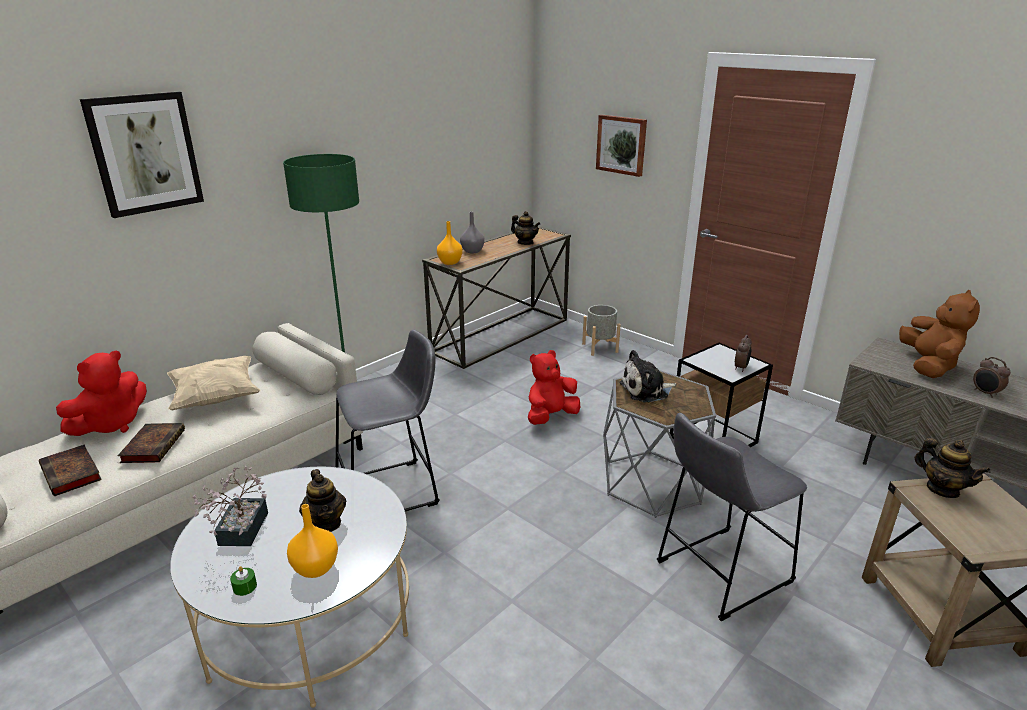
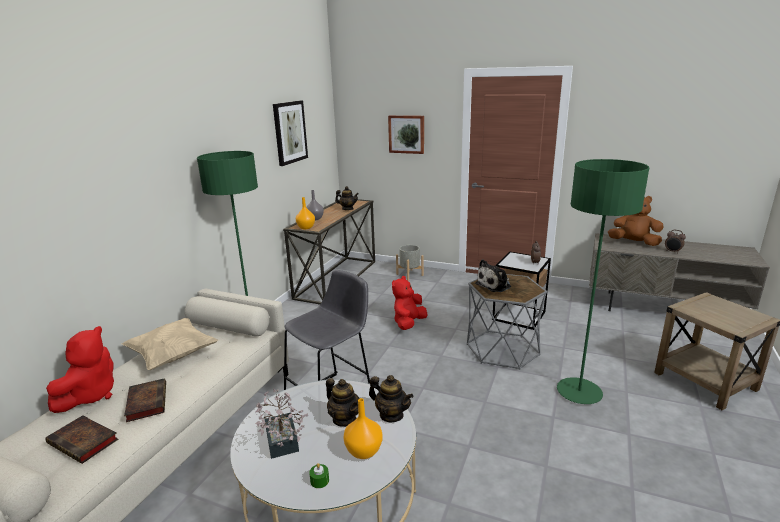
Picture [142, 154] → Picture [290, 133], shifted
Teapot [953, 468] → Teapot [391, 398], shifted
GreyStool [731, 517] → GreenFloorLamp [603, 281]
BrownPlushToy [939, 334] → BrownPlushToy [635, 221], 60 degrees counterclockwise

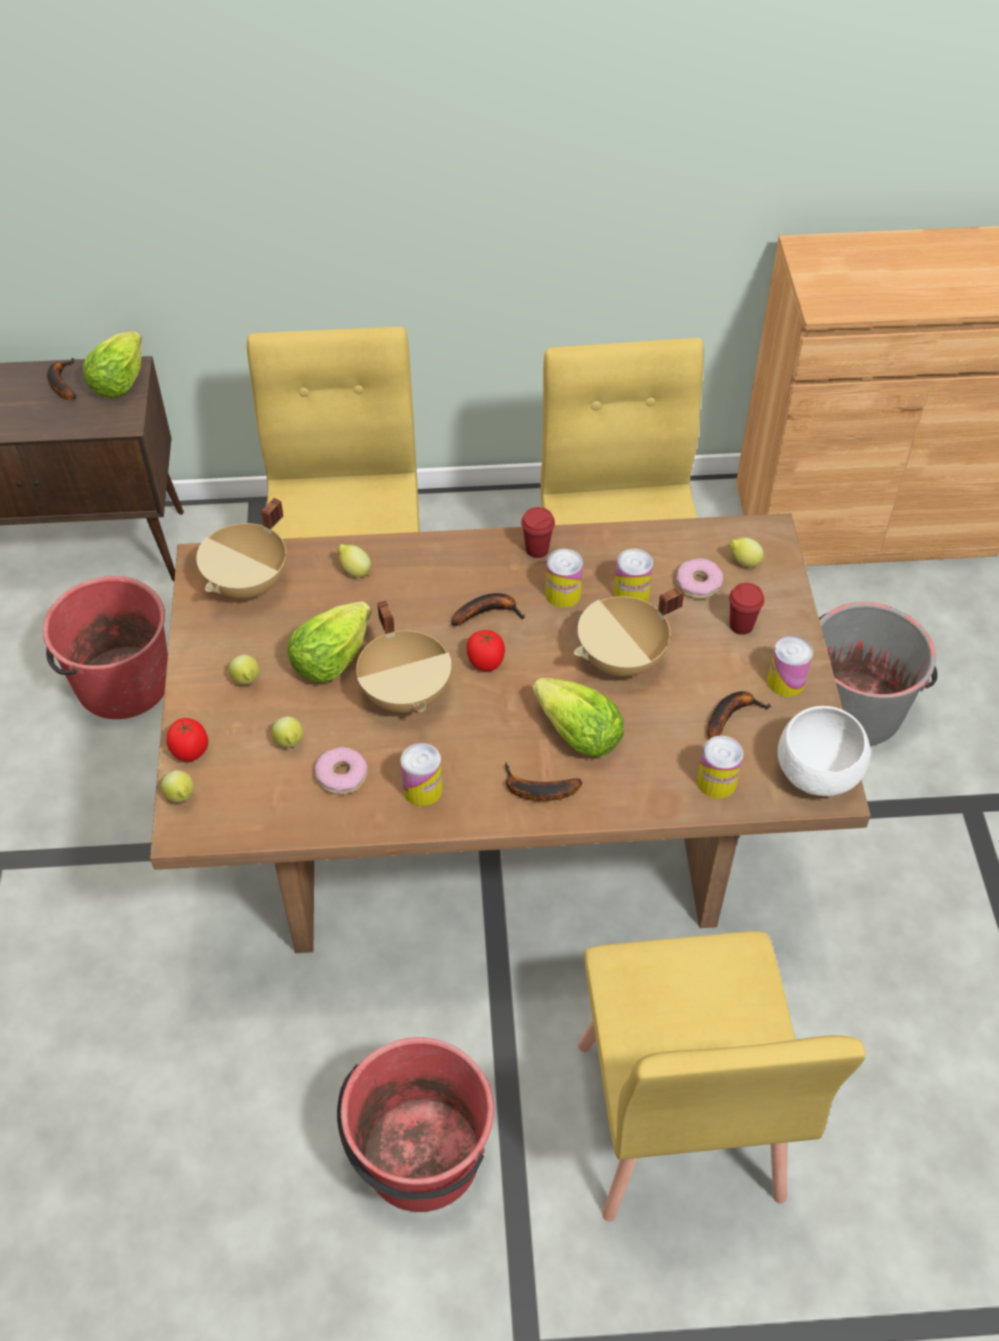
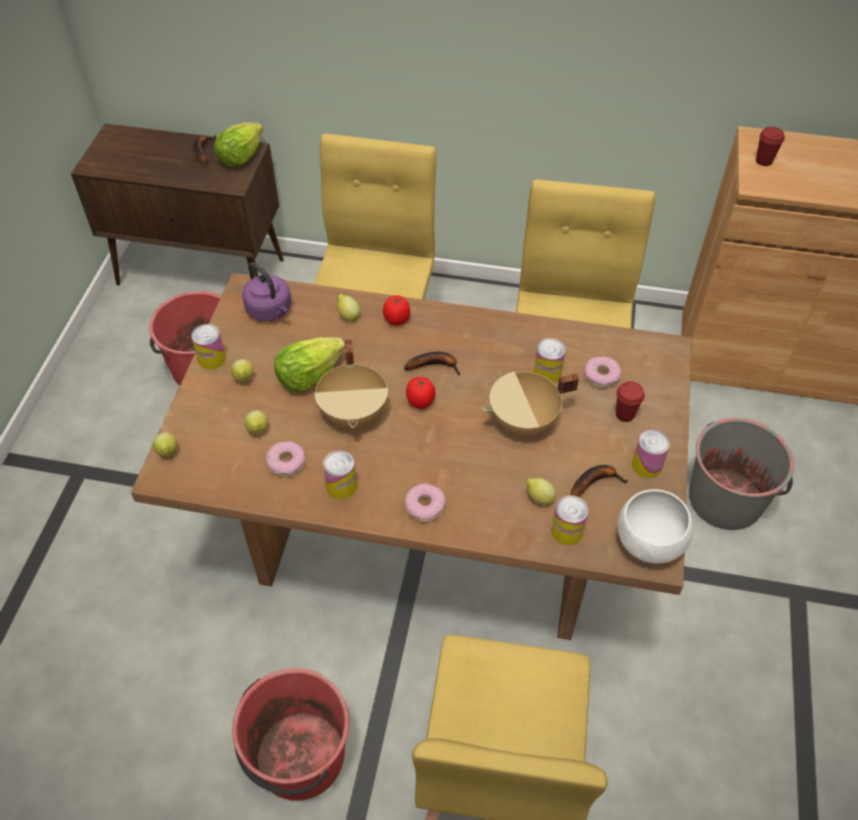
Can [564, 578] → Can [208, 347], shifted
BeigeCookingPot [241, 548] → PurpleKettle [266, 291]
Tomato [187, 740] → Tomato [396, 310], shifted
Banana [543, 781] → Donut [425, 502]
Lemon [746, 552] → Lemon [541, 491], shifted
RedCup [538, 532] → RedCup [770, 146], shifted
Lettuce [578, 717] → -

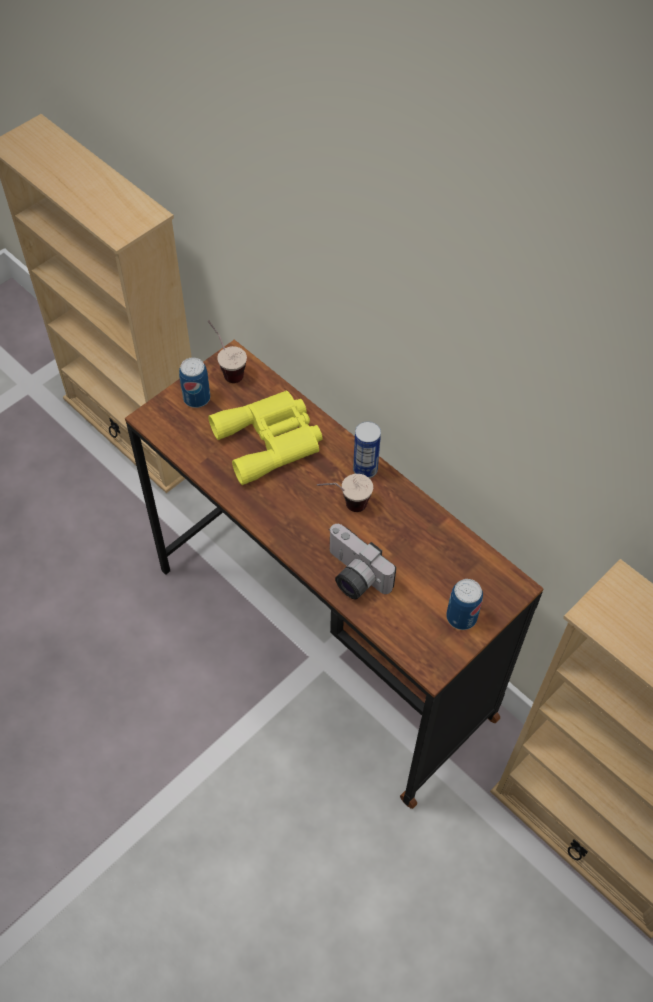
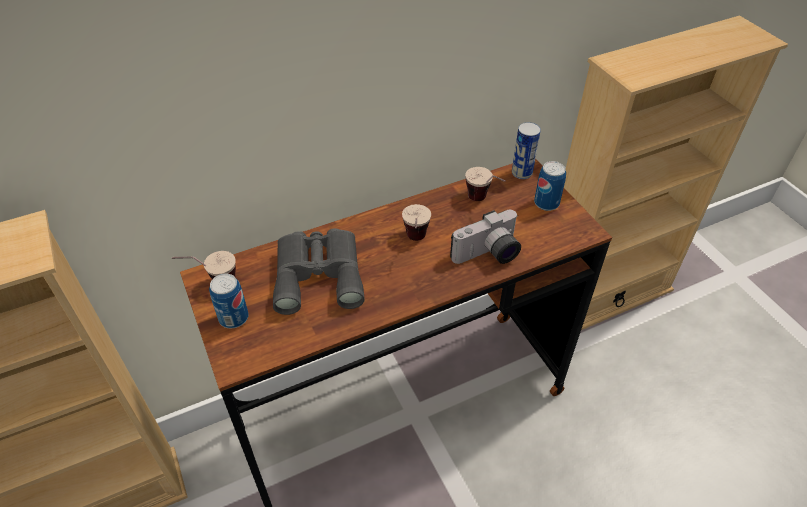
YellowBinoculars [265, 437] → GreyBinoculars [319, 271]
- → Cup [485, 184]
Can [367, 449] → Can [526, 150], shifted

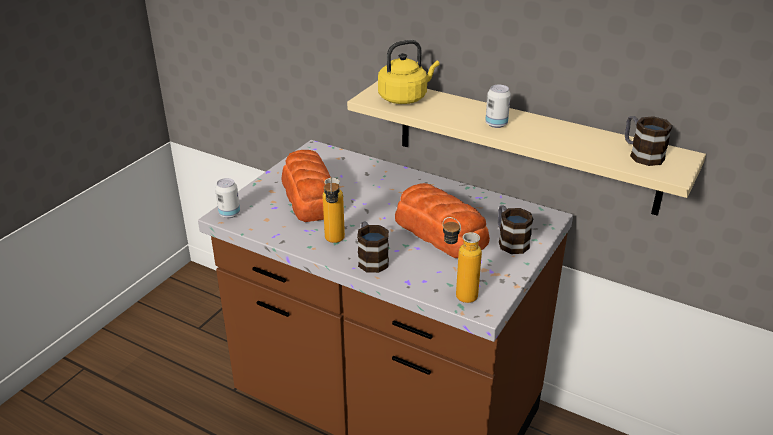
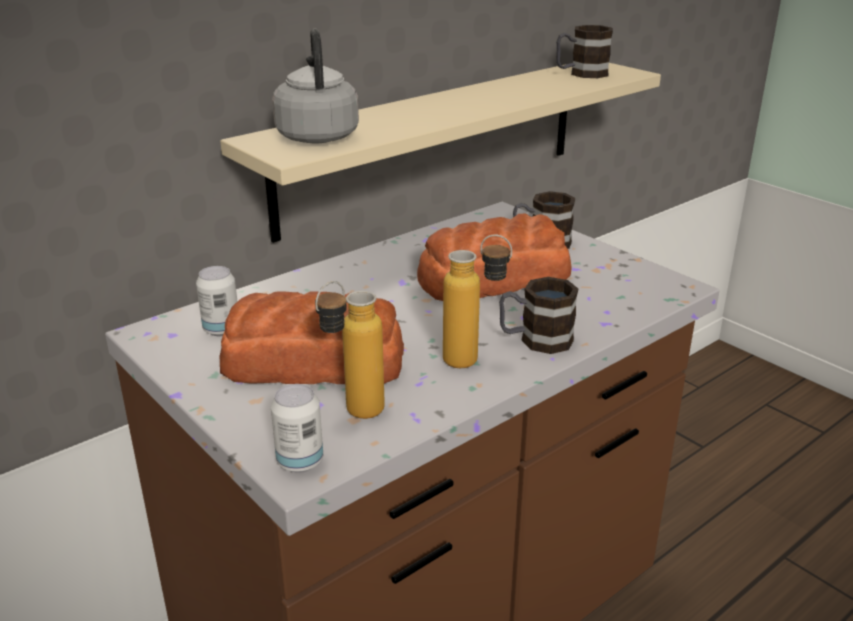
Can [498, 106] → Can [217, 301], shifted
YellowKettle [408, 72] → GreyKettle [315, 85]
Bottle [462, 260] → Bottle [350, 350], shifted

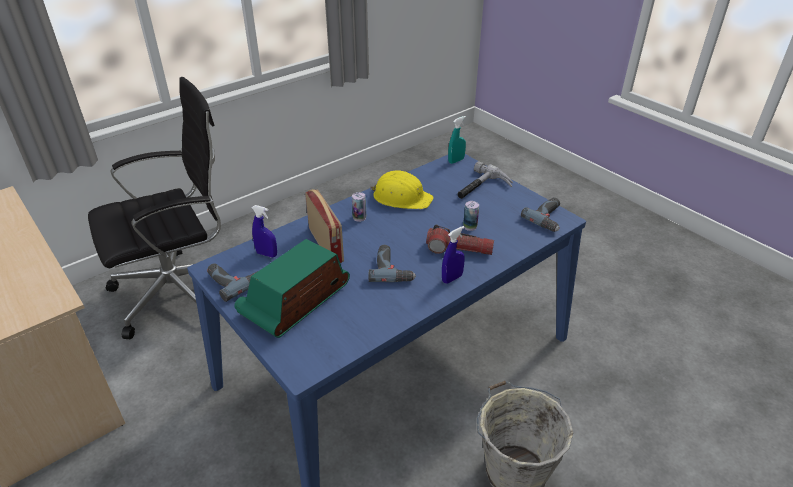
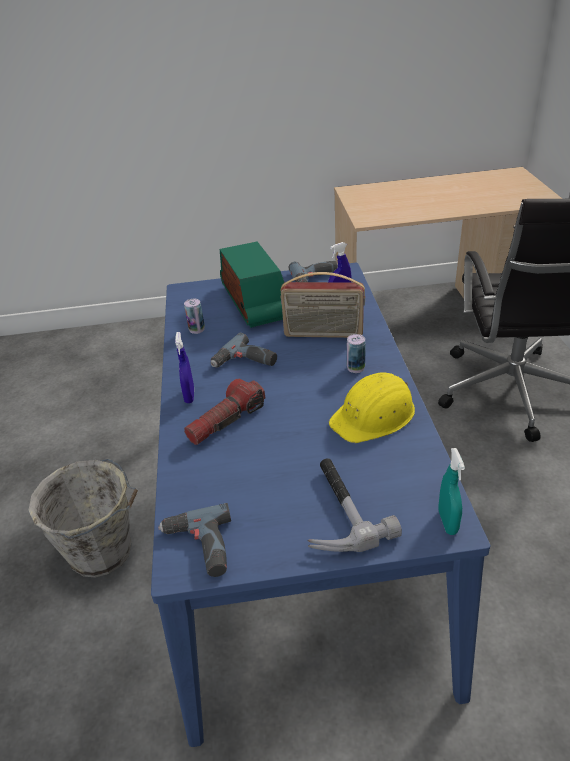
Can [471, 216] → Can [194, 316], shifted

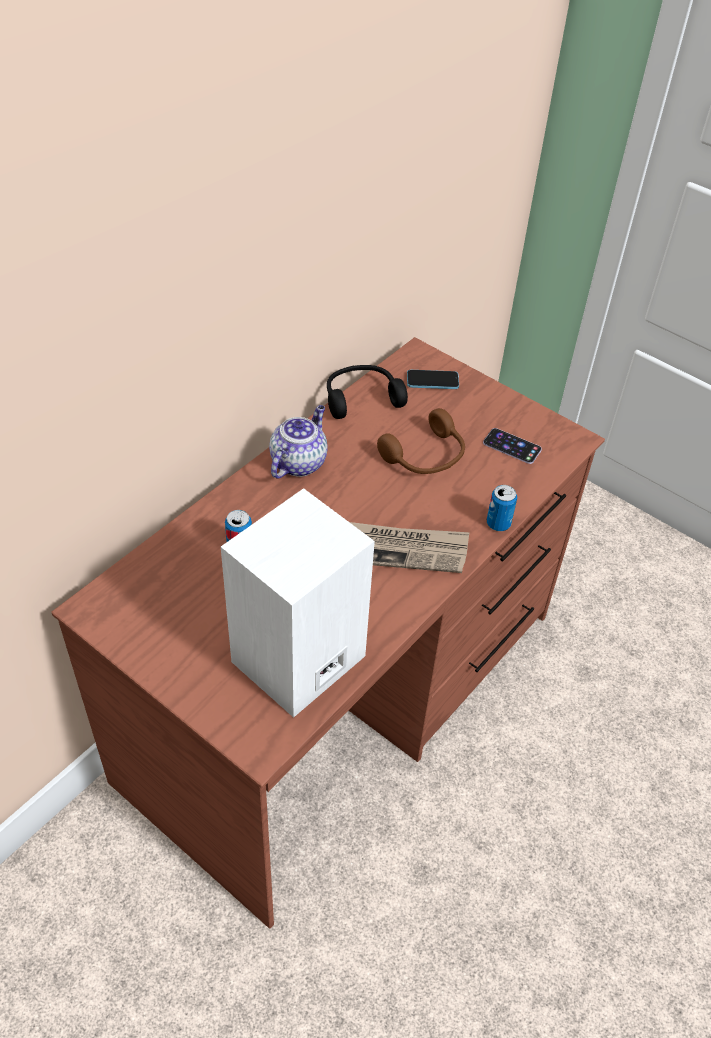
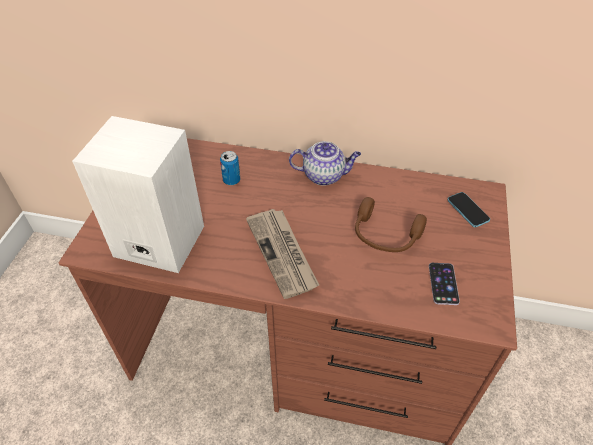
BlackHeadphones [367, 392] → -
Can [502, 508] → -

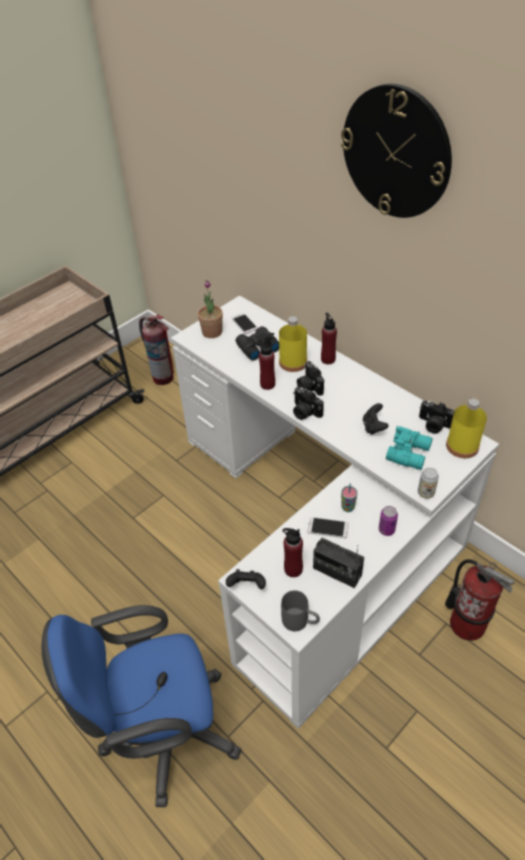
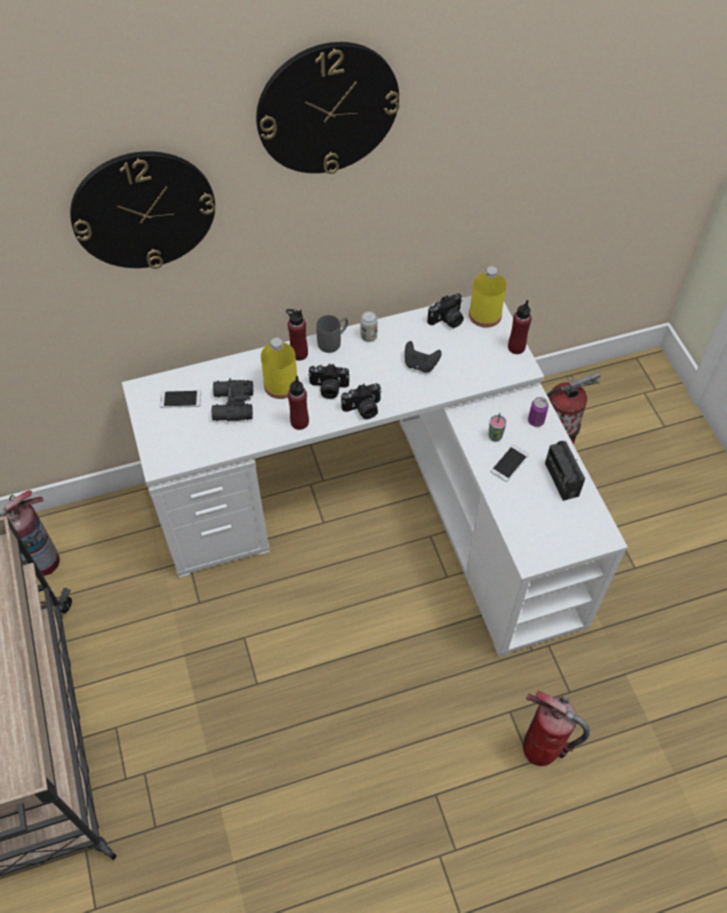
- → WallClock [142, 210]
GreyMug [300, 610] → GreyMug [332, 334], shifted
Can [428, 483] → Can [369, 326], shifted
RedBottle [293, 552] → RedBottle [520, 327], shifted
BlueOfficeChair [141, 706] → FireExtinguisher [556, 728]
Radio [338, 563] → Radio [565, 471], 105 degrees clockwise
PottedPlant [210, 309] → -
BlackGameController [246, 579] → -
TurquoiseBinoculars [409, 448] → -

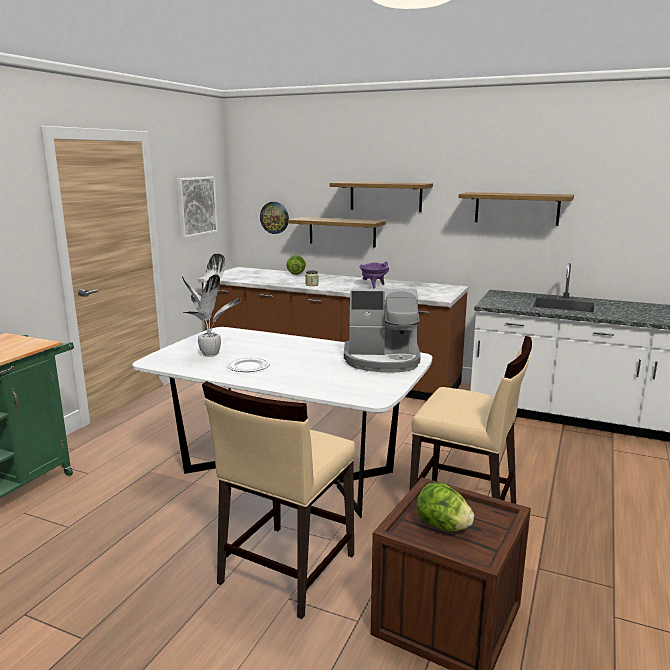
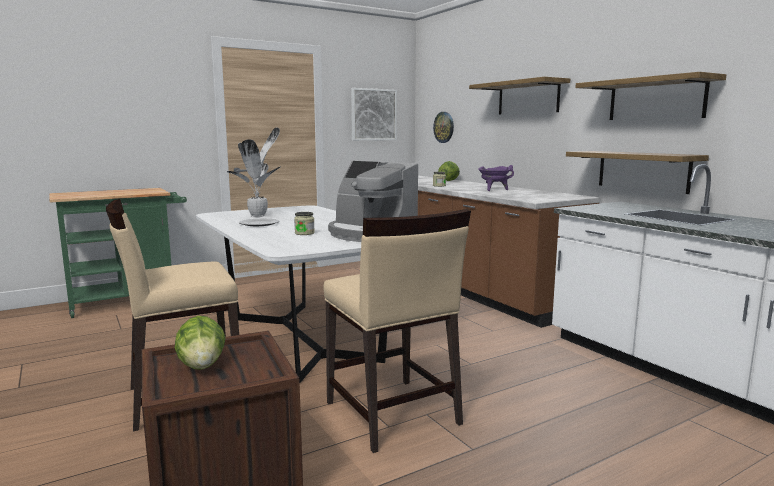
- → Jar [304, 223]
Shelf [337, 232] → Shelf [637, 172], shifted

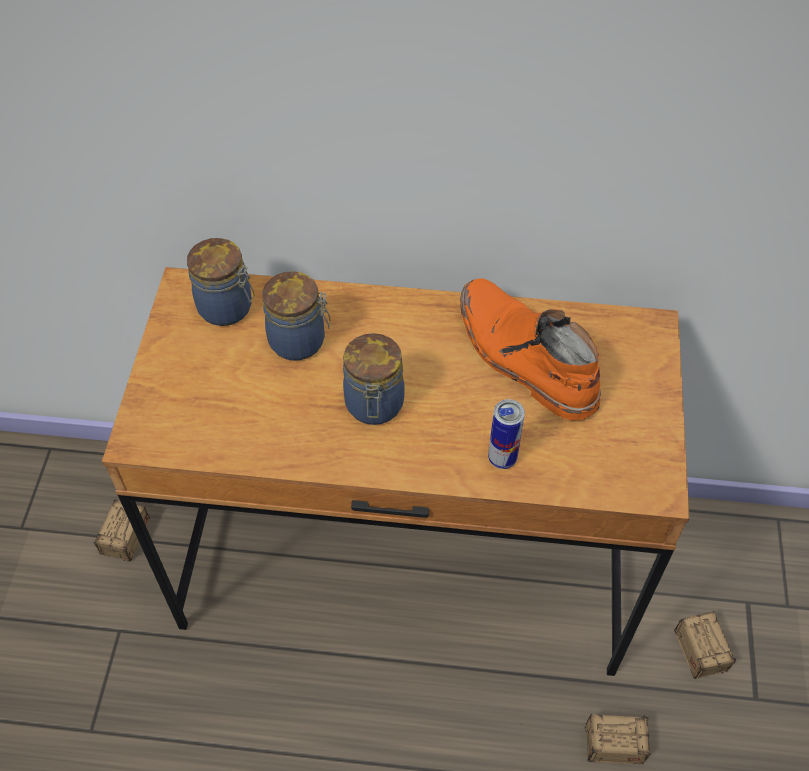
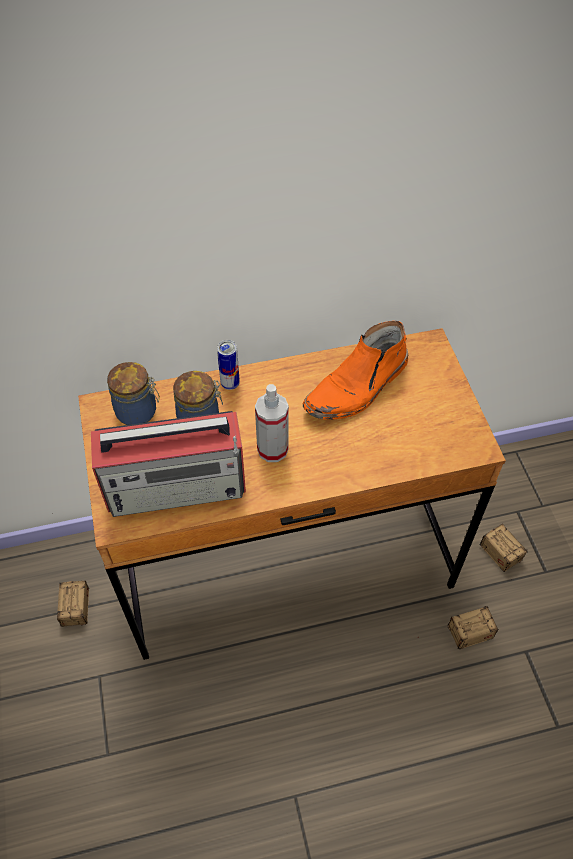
- → Radio [168, 464]
Can [506, 434] → Can [228, 365], shifted
Jar [374, 379] → SprayBottle [272, 423]
OrangeBoot [530, 349] → OrangeBoot [355, 370], 75 degrees counterclockwise

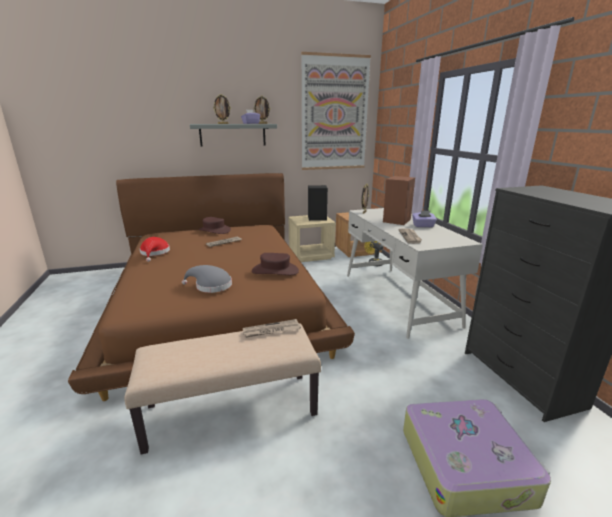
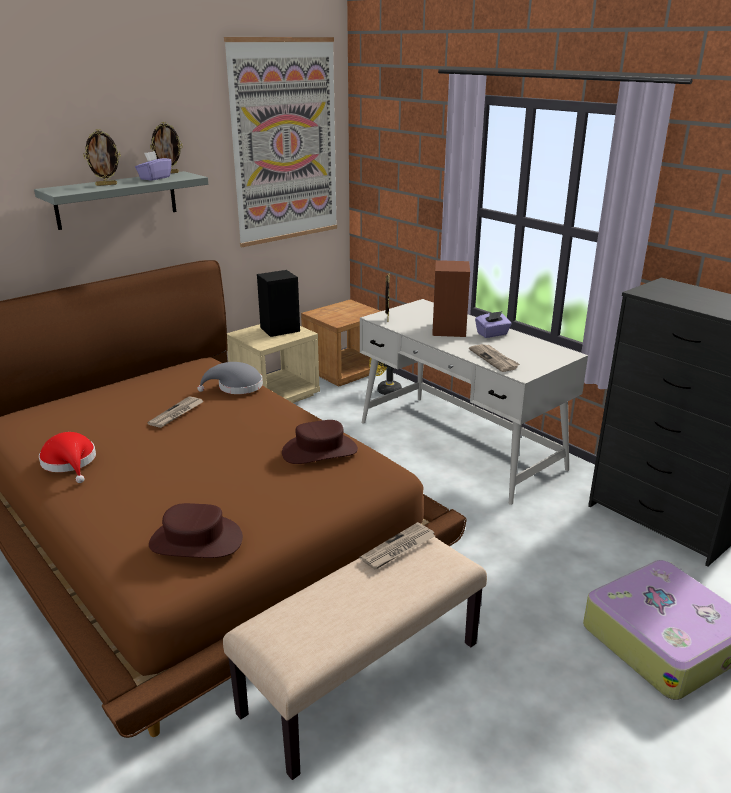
BrownHat [214, 225] → BrownHat [196, 530], shifted
GreyHat [207, 279] → GreyHat [230, 378], shifted

